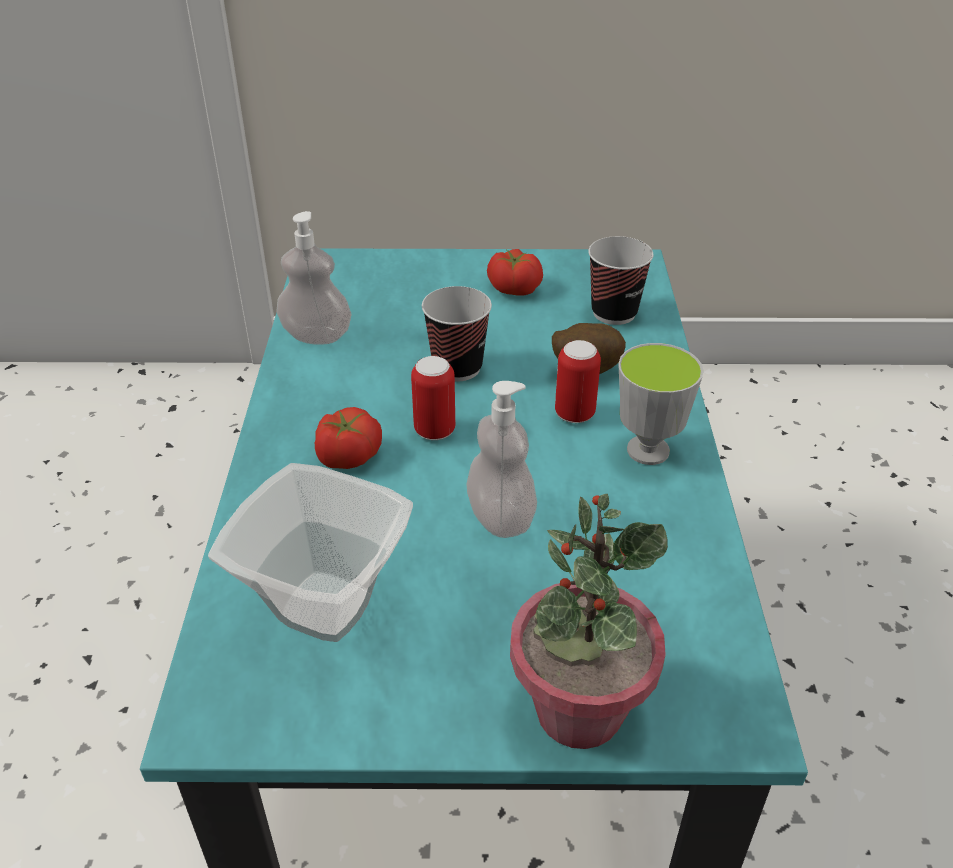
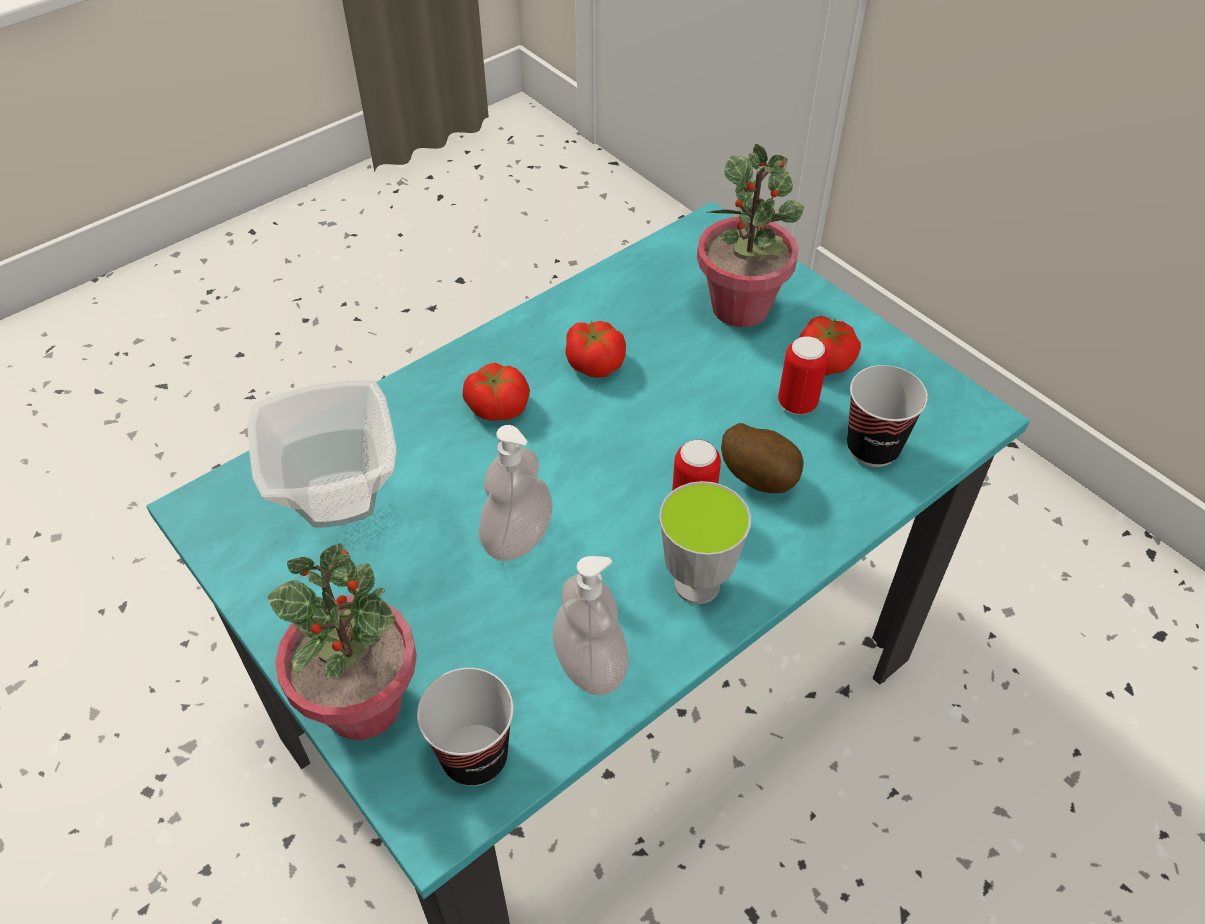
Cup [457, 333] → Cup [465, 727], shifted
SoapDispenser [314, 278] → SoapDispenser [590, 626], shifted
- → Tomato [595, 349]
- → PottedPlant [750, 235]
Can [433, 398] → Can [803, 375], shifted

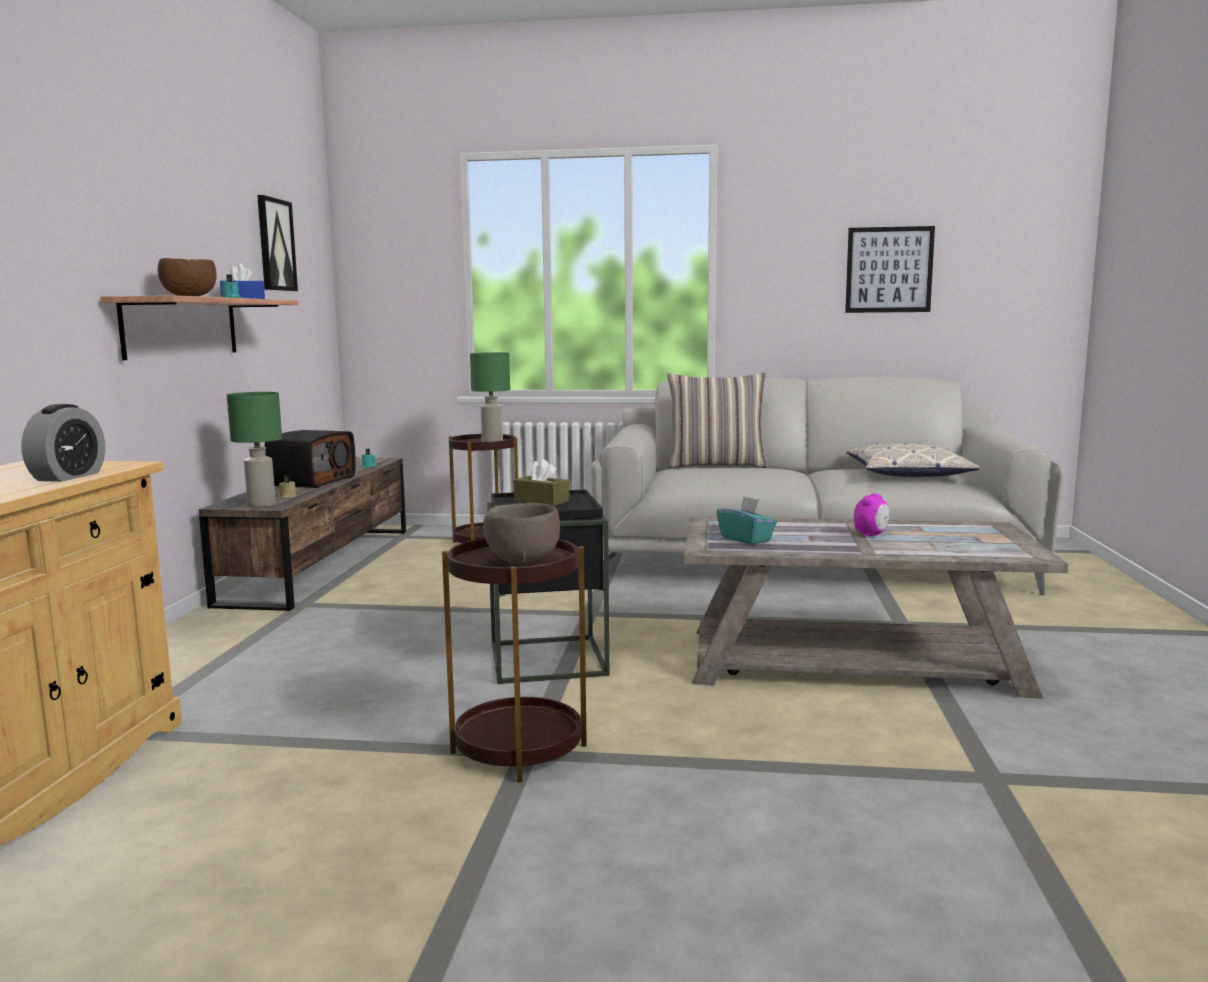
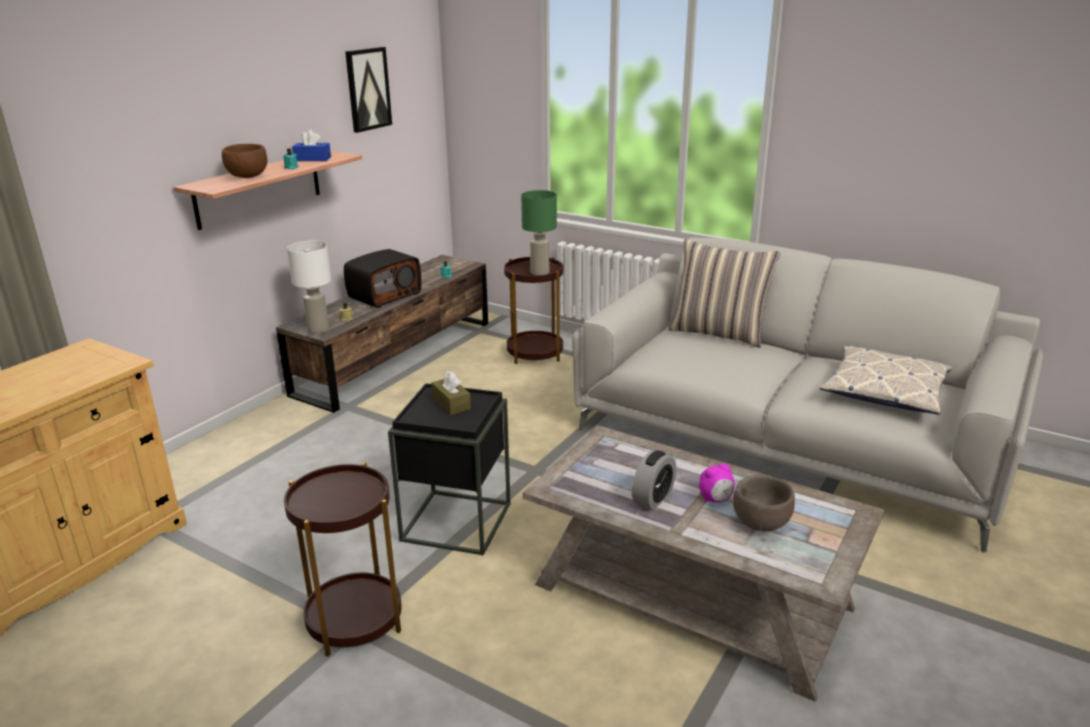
GreenTableLamp [254, 449] → WhiteTableLamp [309, 287]
AlarmClock [63, 443] → AlarmClock [654, 480], shifted
BrownBowl [521, 533] → BrownBowl [764, 503], shifted
TurquoiseTissueBox [747, 521] → -
Picture [890, 269] → -

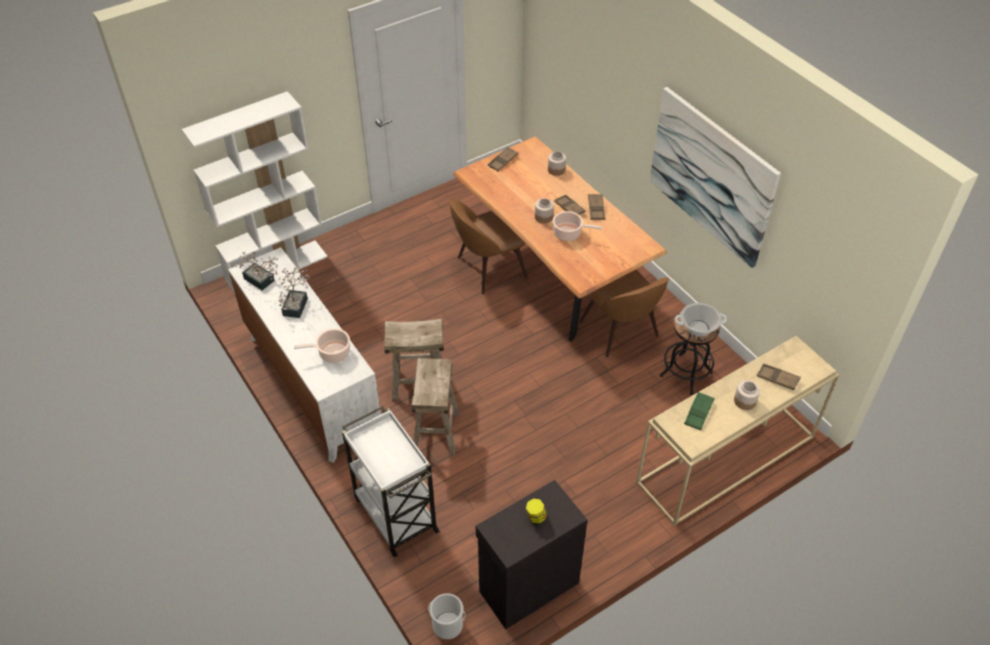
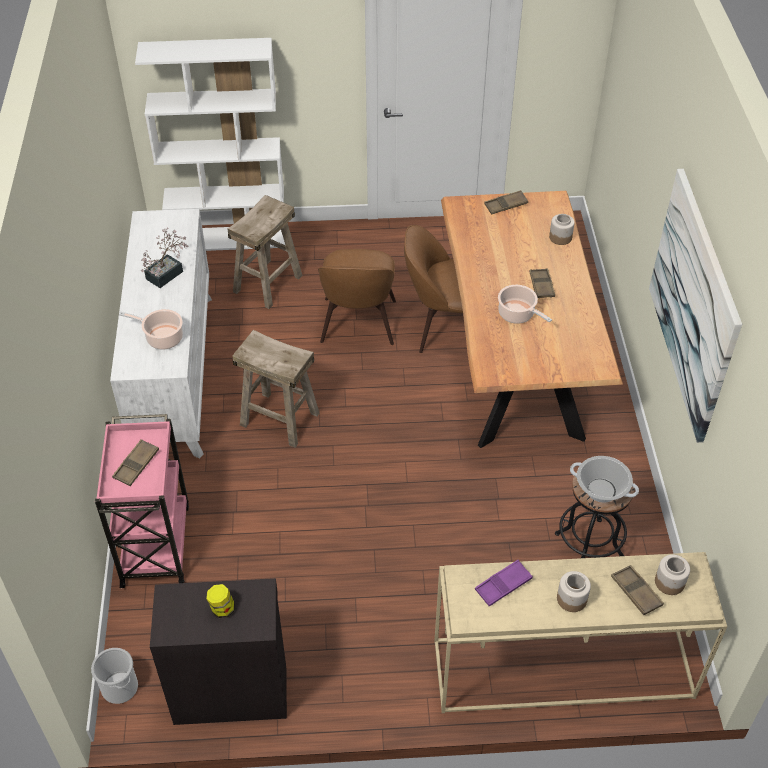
WhiteCart [391, 481] → PinkCart [142, 501]
BrownTray [596, 207] → BrownTray [135, 462], shifted
BeigeStool [435, 407] → BeigeStool [265, 252], shifted
BrownChair [624, 313] → BrownChair [357, 297], shifted
GreenTray [699, 411] → PurpleTray [504, 583]
Jar [544, 211] → Jar [672, 575], shifted
PottedPlant [256, 271] → -

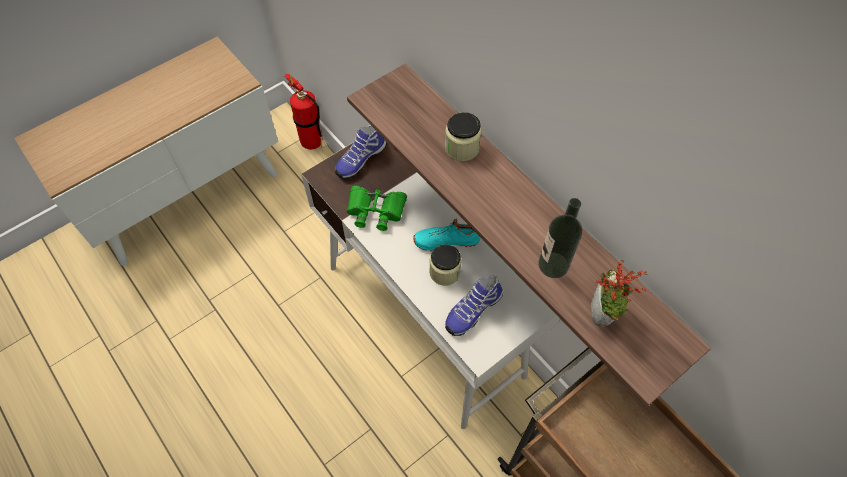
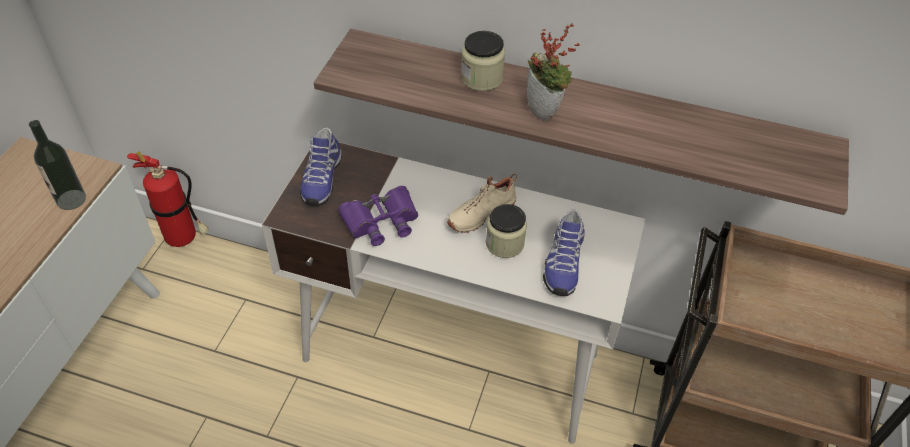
Bottle [560, 238] → Bottle [57, 165], shifted
GreenBinoculars [377, 208] → PurpleBinoculars [378, 216]
TurquoiseShoe [447, 235] → BeigeShoe [482, 203]
PottedPlant [619, 293] → PottedPlant [553, 72], shifted

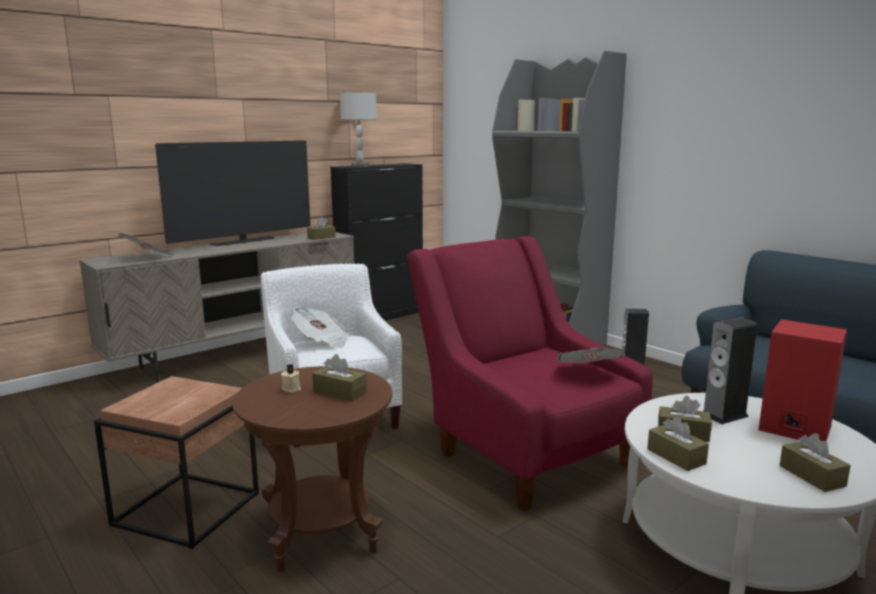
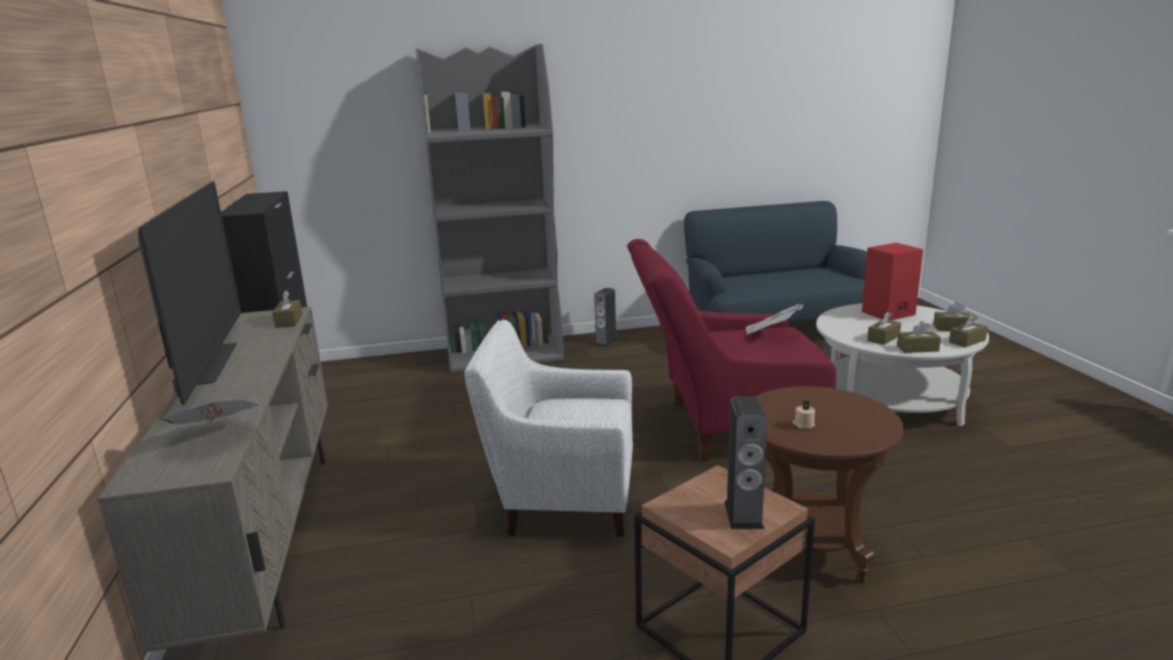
Speaker [730, 370] → Speaker [746, 462], shifted
BrownTissueBox [339, 378] → BrownTissueBox [968, 331], shifted
Newspaper [320, 327] → -
GreyTableLamp [358, 129] → -

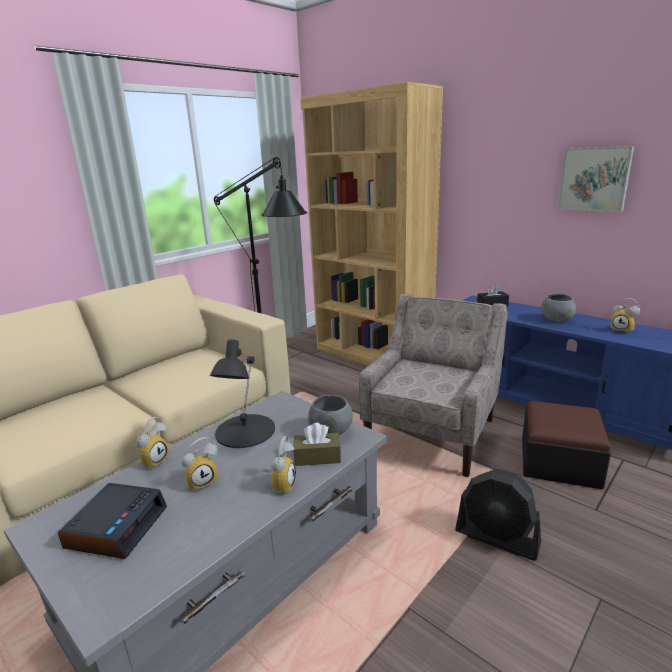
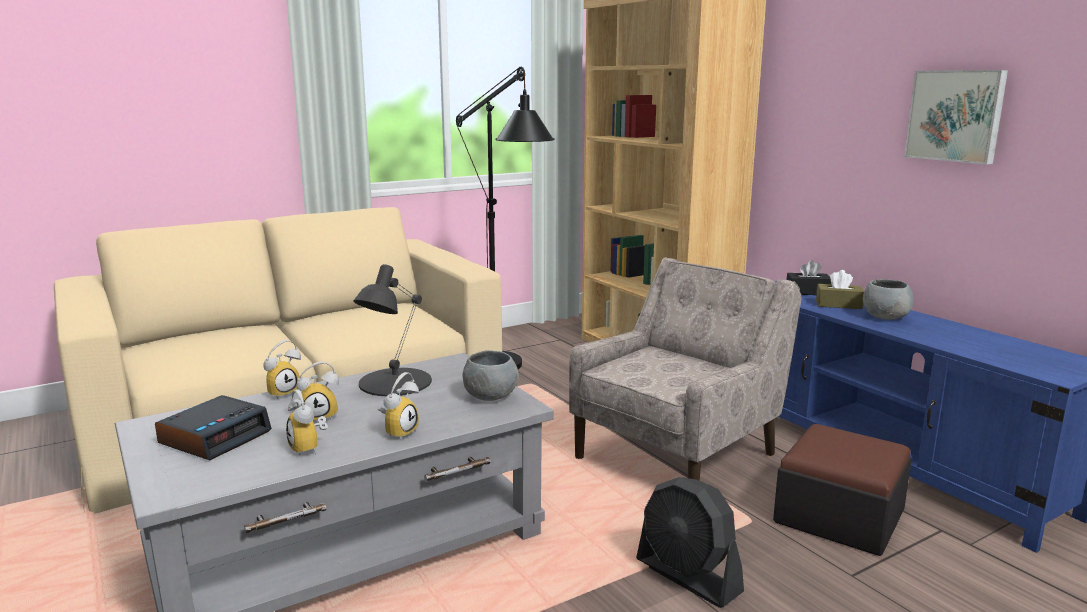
AlarmClock [625, 316] → AlarmClock [307, 423], shifted
BrownTissueBox [317, 444] → BrownTissueBox [840, 289], shifted

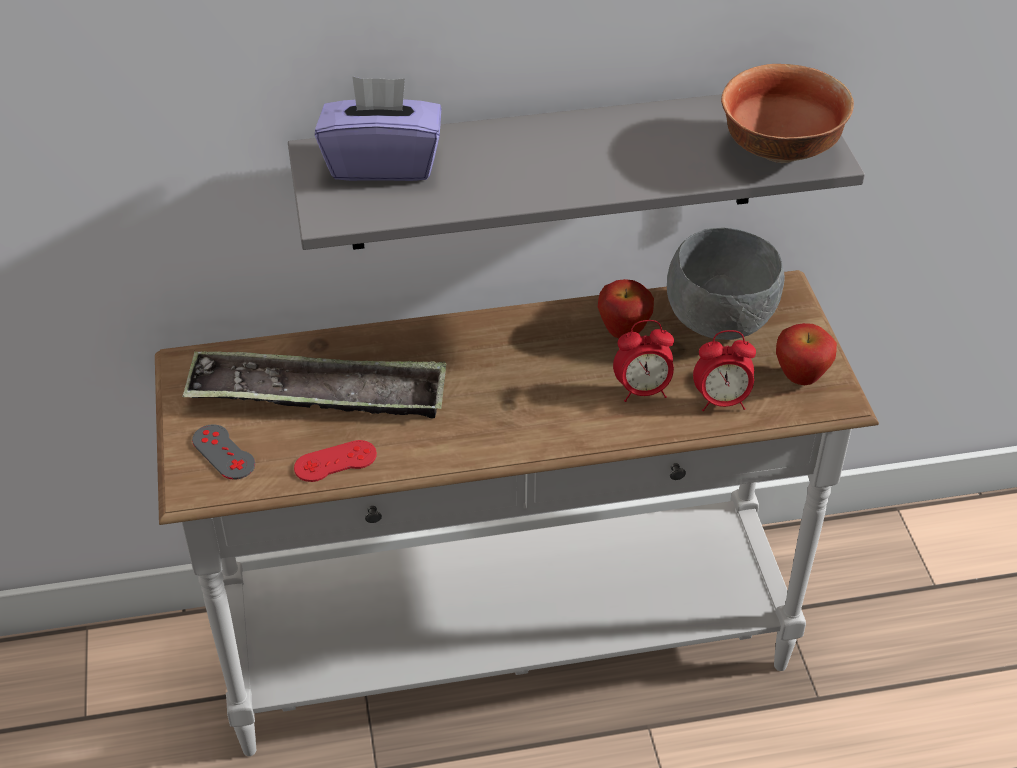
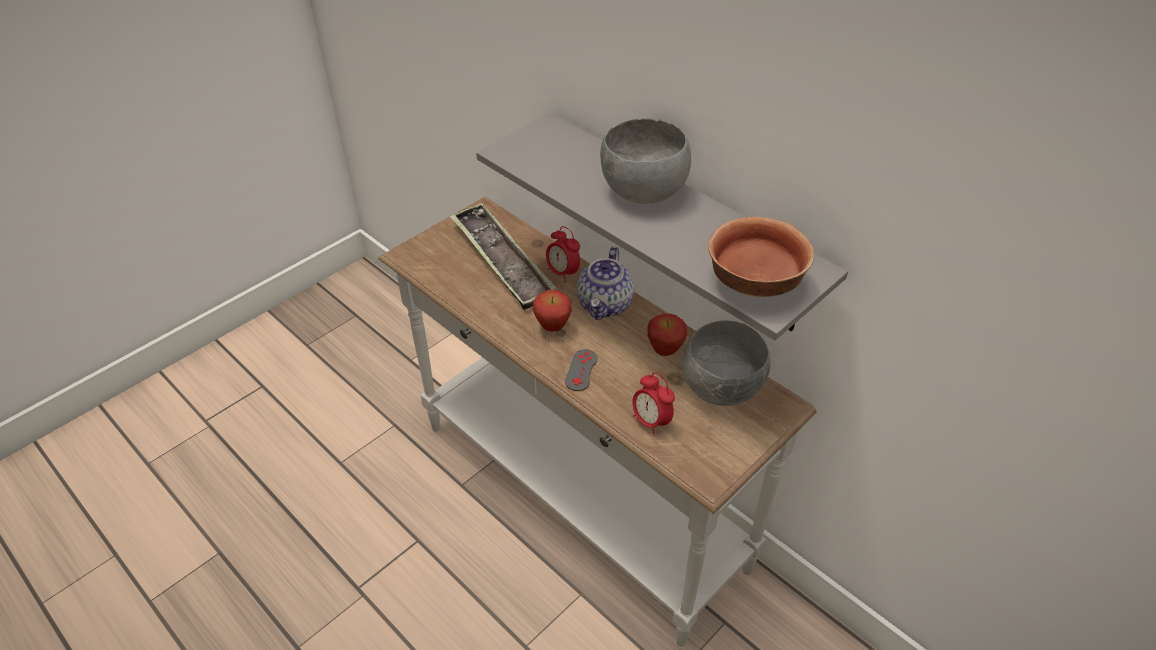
Apple [806, 354] → Apple [552, 311], shifted
AlarmClock [643, 361] → AlarmClock [563, 254], shifted
GreyGameController [223, 452] → GreyGameController [581, 370], shifted
- → Teapot [605, 283]
- → GreyBowl [645, 161]
RedGameController [335, 461] → -
PurpleTissueBox [378, 128] → -

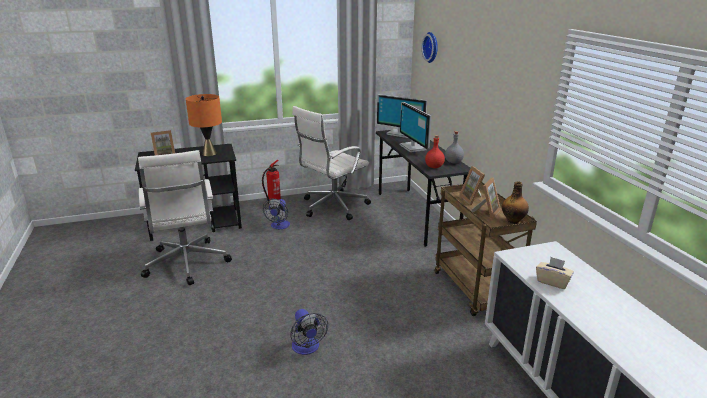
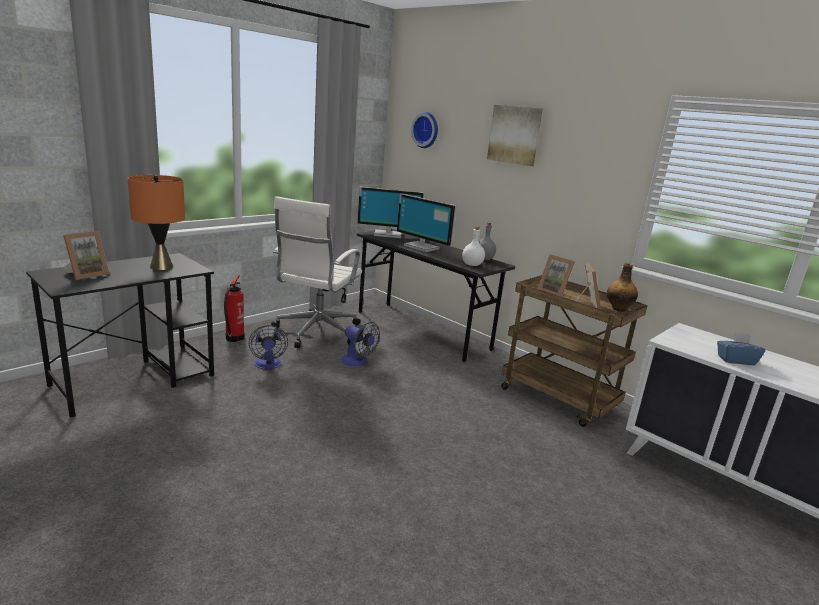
Fan [309, 332] → Fan [360, 344], shifted
RedBottle [435, 151] → WhiteBottle [473, 246]
- → Picture [515, 135]
BeigeTissueBox [555, 273] → BlueTissueBox [741, 348]
WhiteOfficeChair [185, 217] → -

